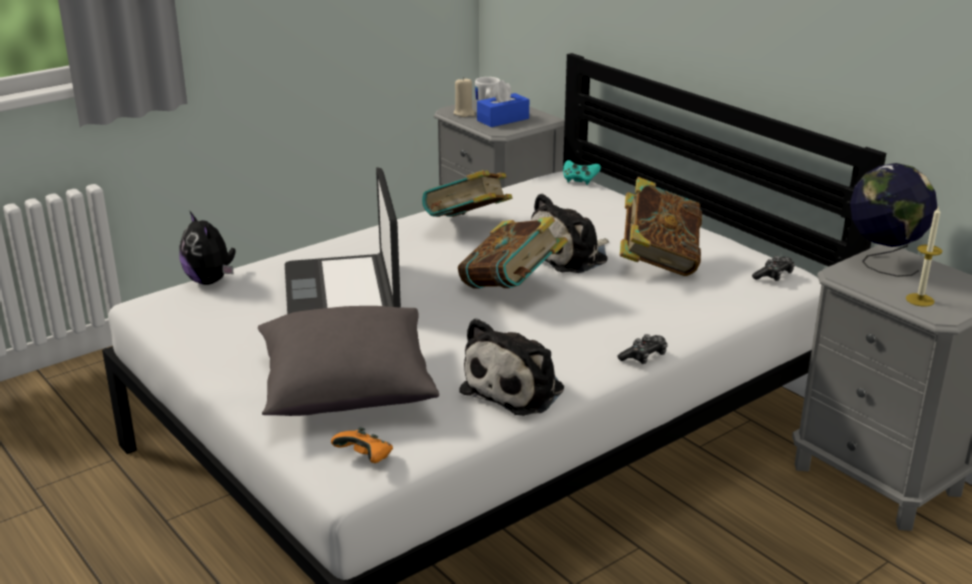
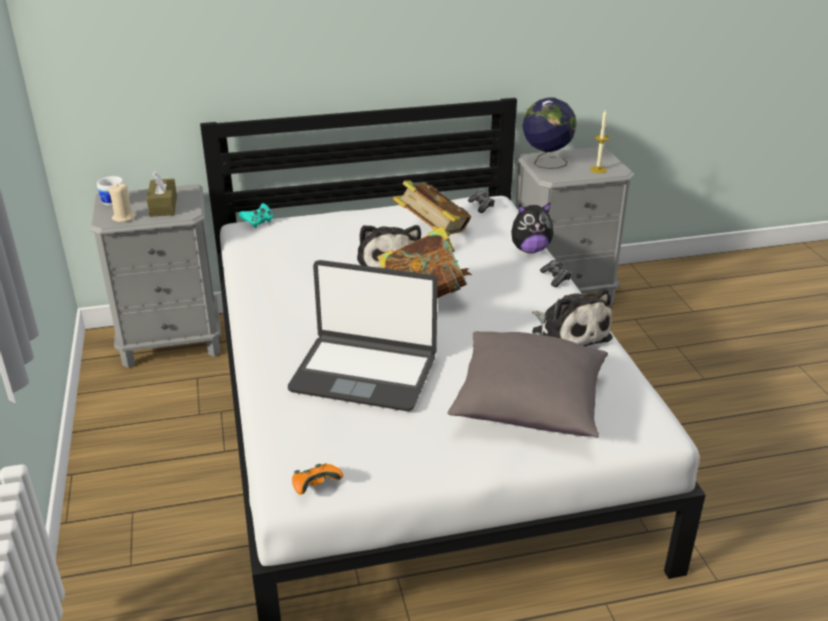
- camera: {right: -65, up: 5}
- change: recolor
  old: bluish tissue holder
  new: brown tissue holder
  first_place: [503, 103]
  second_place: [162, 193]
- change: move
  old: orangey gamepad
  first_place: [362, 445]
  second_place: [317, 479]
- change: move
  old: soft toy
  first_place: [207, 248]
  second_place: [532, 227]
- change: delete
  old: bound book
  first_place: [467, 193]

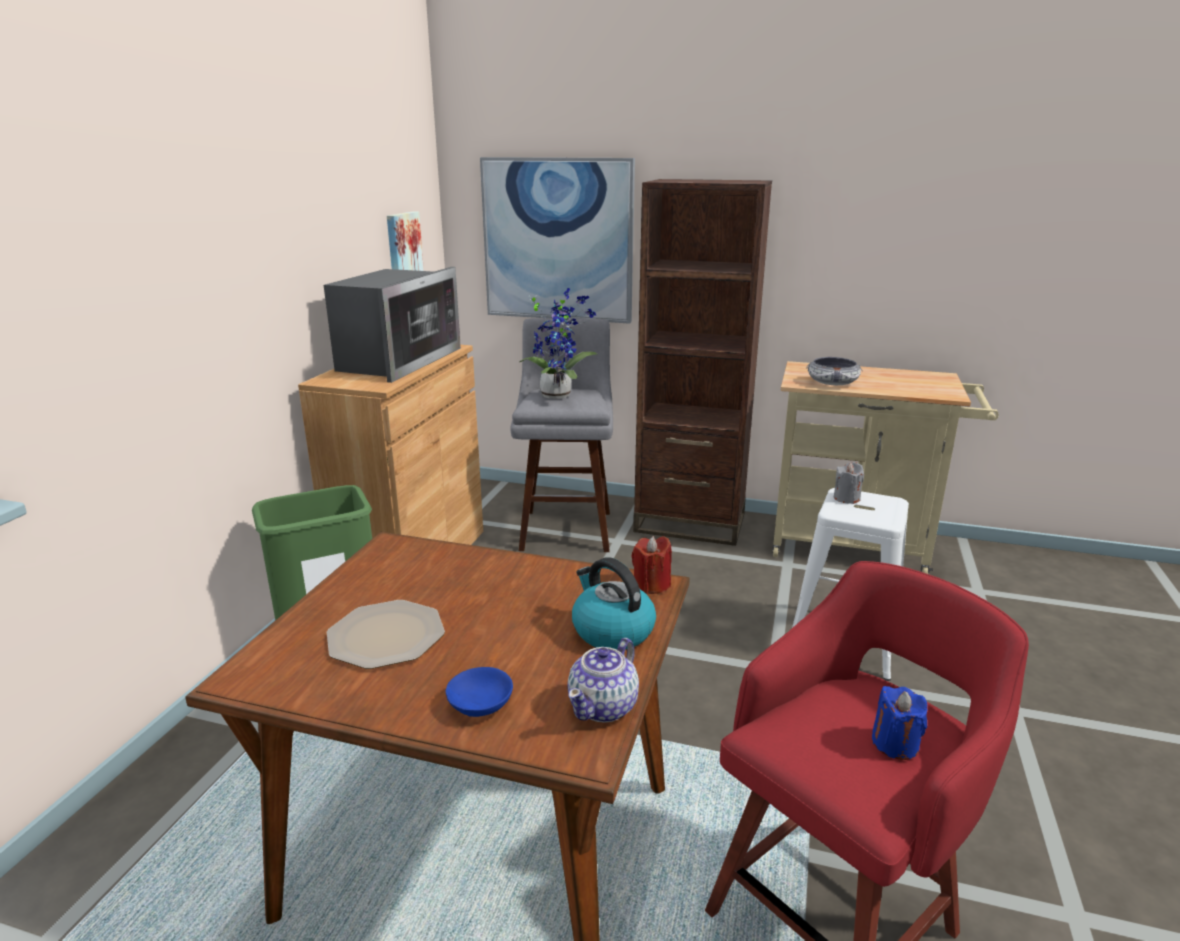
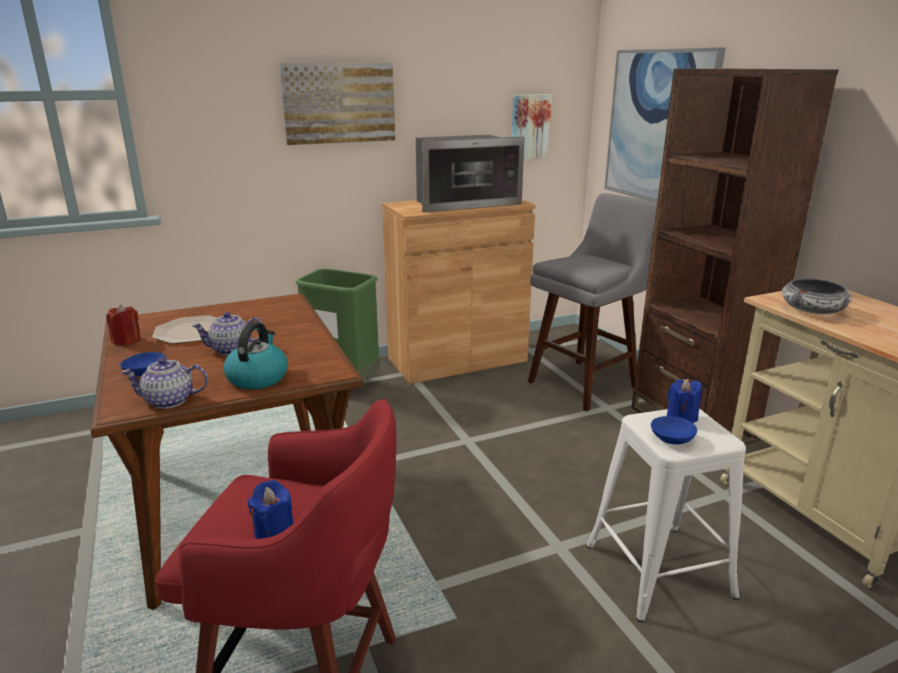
- camera: {right: 50, up: 0}
- change: move
  old: red wax candle
  first_place: [651, 565]
  second_place: [123, 324]
- change: insert
  new: teapot
  second_place: [227, 333]
- change: insert
  new: wall picture
  second_place: [337, 104]
- change: insert
  new: bluish serving bowl
  second_place: [674, 430]
- change: recolor
  old: grey wax candle
  new: bluish wax candle
  first_place: [849, 483]
  second_place: [684, 401]
- change: delete
  old: potted plant
  first_place: [558, 343]

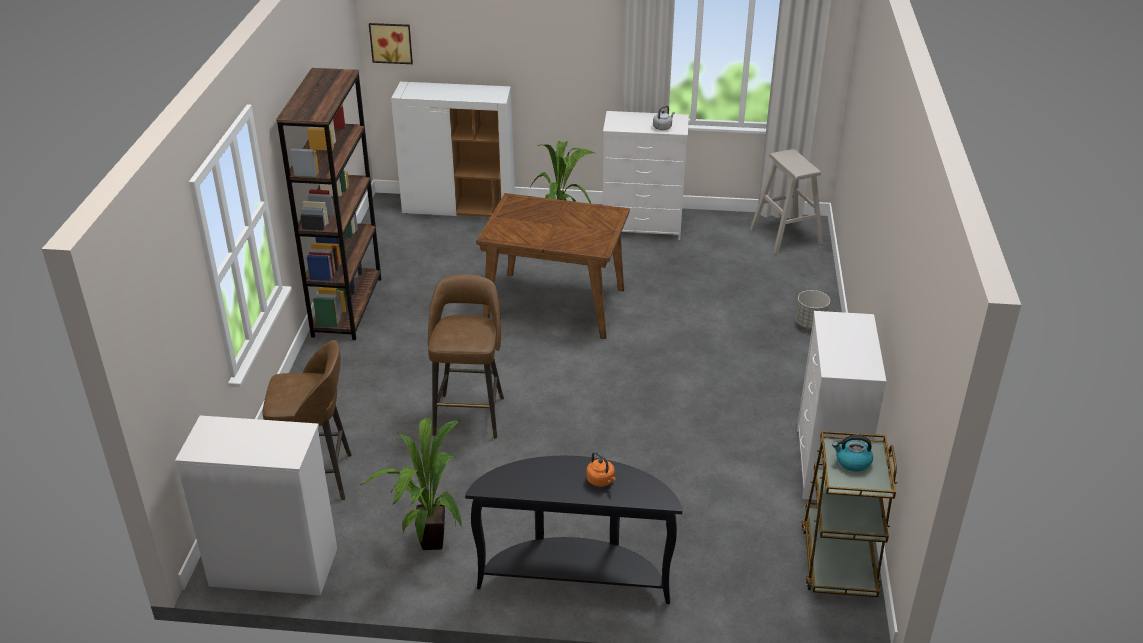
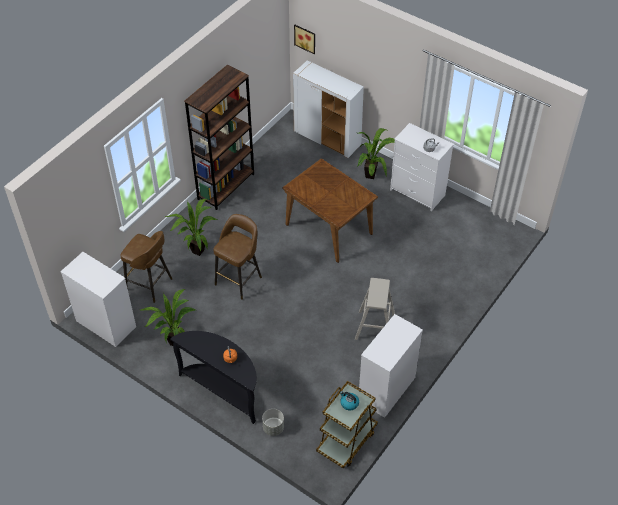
- camera: {right: 30, up: 15}
- change: insert
  new: potted plant
  second_place: [191, 227]
- change: move
  old: grey planter
  first_place: [812, 309]
  second_place: [273, 422]
- change: move
  old: beige stool seat
  first_place: [786, 202]
  second_place: [375, 309]

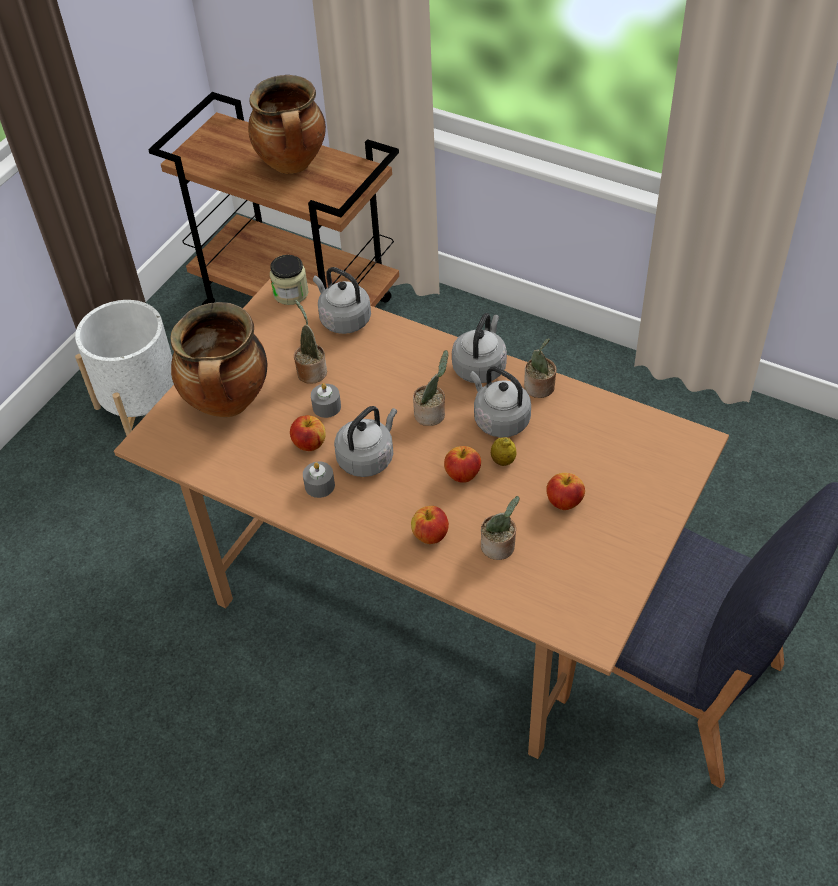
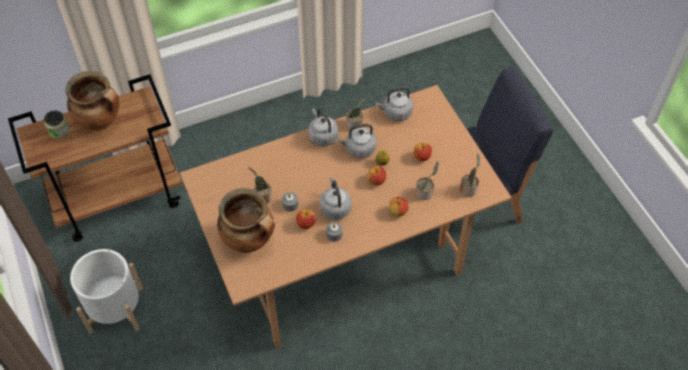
- camera: {right: -55, up: 5}
- change: move
  old: preserve jar
  first_place: [289, 280]
  second_place: [56, 125]
- change: move
  old: grey water kettle
  first_place: [342, 300]
  second_place: [394, 104]
- change: move
  old: potted plant
  first_place: [430, 388]
  second_place: [470, 175]

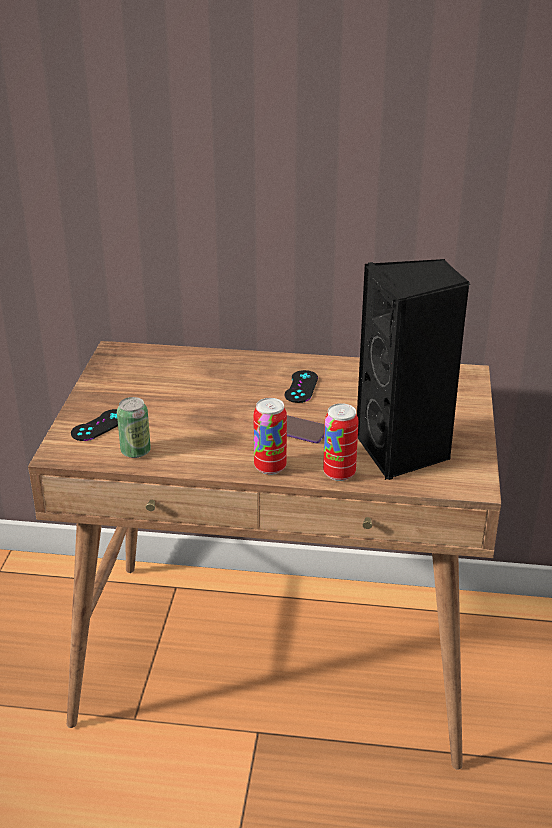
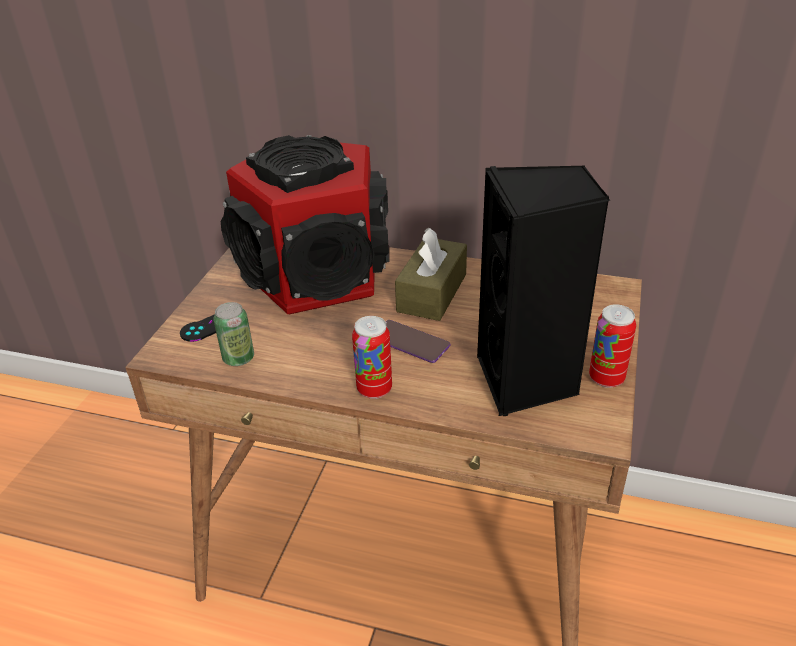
- camera: {right: 10, up: 5}
- change: insert
  new: audio speaker
  second_place: [305, 224]
- change: replace
  old: black-coloured gamepad
  new: brown tissue holder
  first_place: [301, 386]
  second_place: [431, 274]
- change: move
  old: sealed can
  first_place: [341, 442]
  second_place: [612, 346]

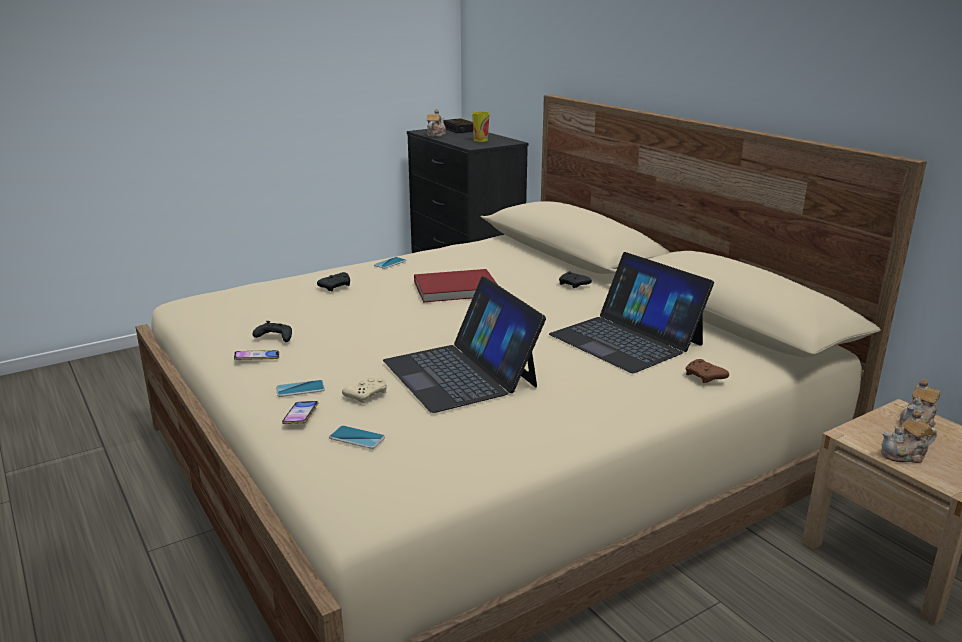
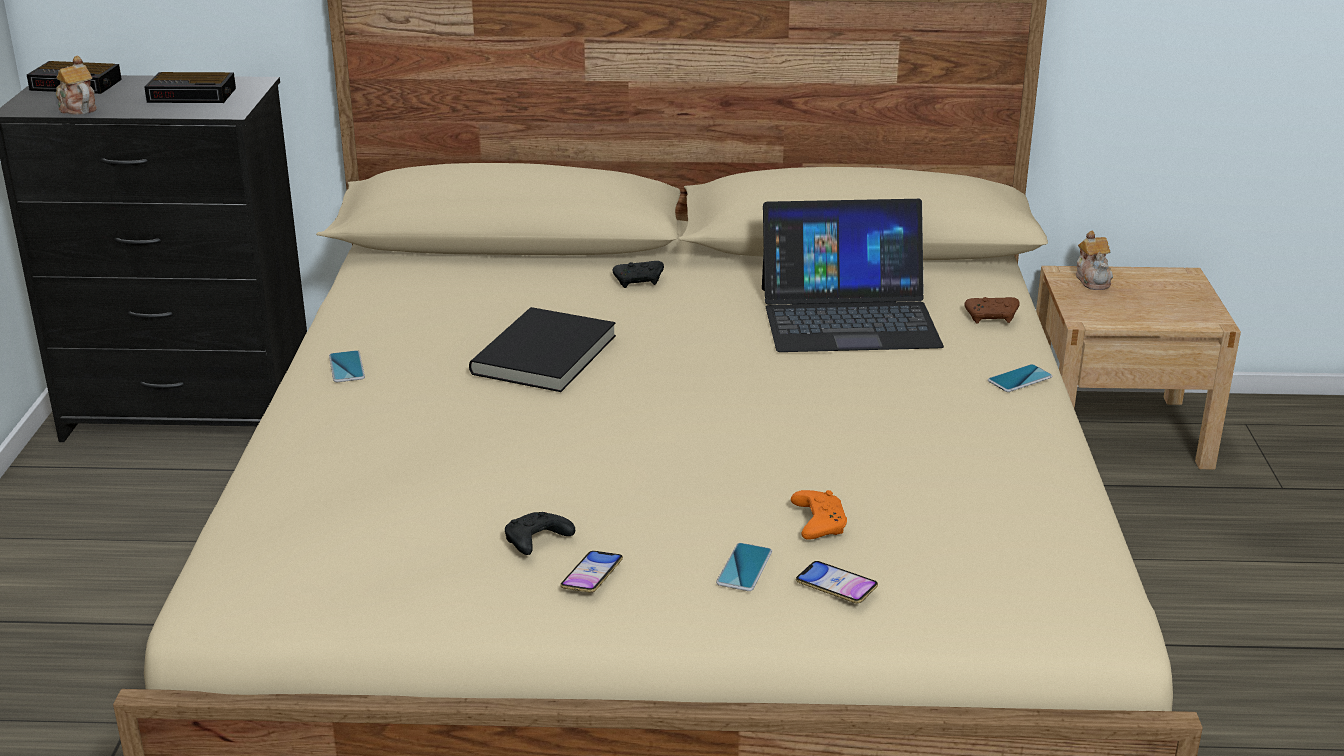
- camera: {right: -55, up: 5}
- change: replace
  old: cup
  new: bedside clock
  first_place: [481, 127]
  second_place: [190, 87]
- change: recolor
  old: red bound book
  new: black-coloured bound book
  first_place: [456, 285]
  second_place: [542, 349]
- change: recolor
  old: beige gamepad
  new: orangey gamepad
  first_place: [364, 389]
  second_place: [819, 515]
- change: move
  old: handset
  first_place: [357, 437]
  second_place: [1020, 378]
- change: delete
  old: black-coloured gamepad
  first_place: [333, 281]
- change: delete
  old: laptop
  first_place: [464, 344]
- change: delete
  old: teapot
  first_place: [909, 436]

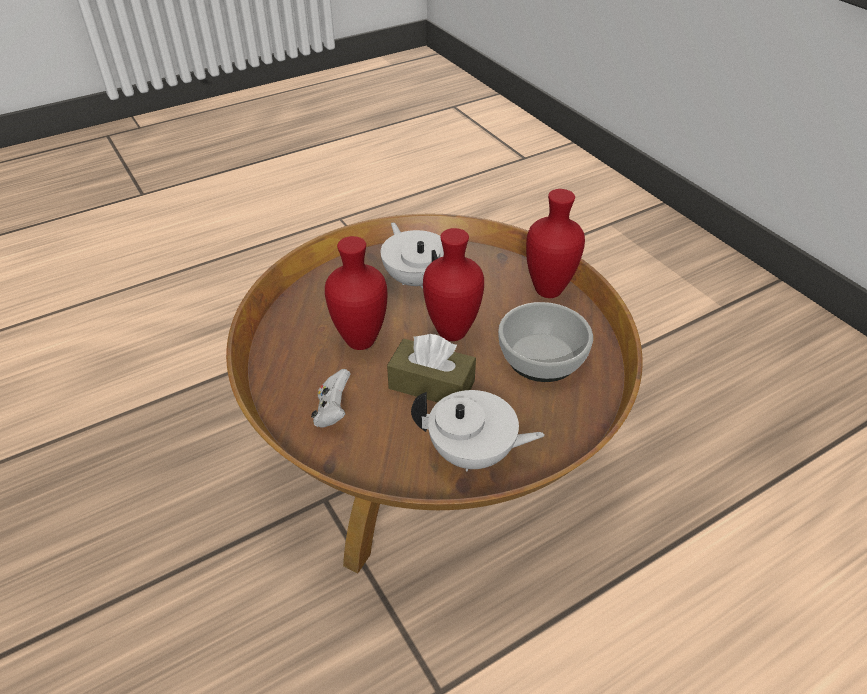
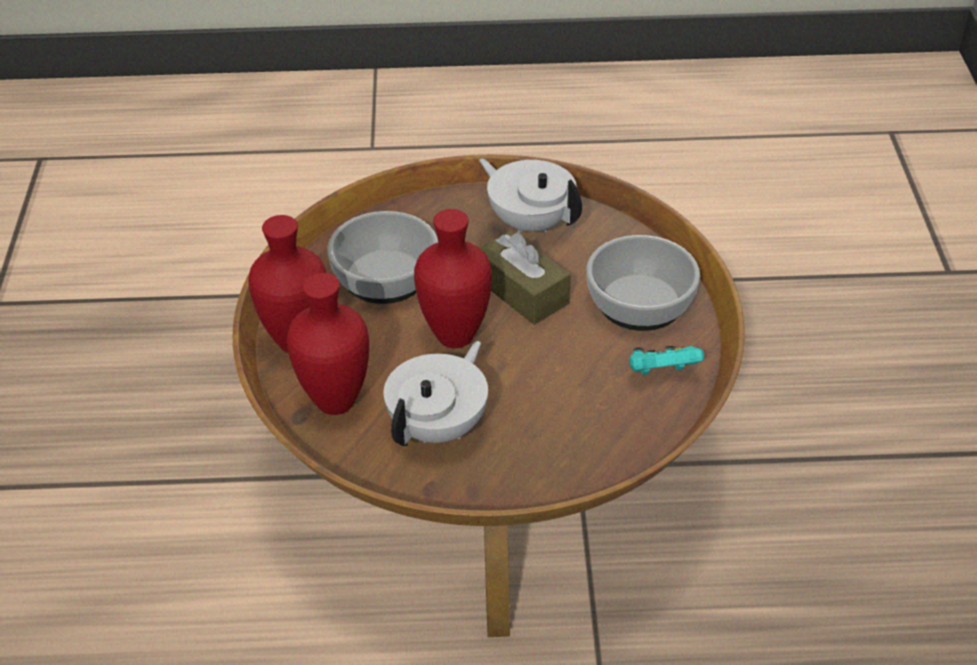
- camera: {right: -150, up: 0}
- change: move
  old: red flower vase
  first_place: [356, 293]
  second_place: [328, 344]
- change: rotate
  old: whitish teapot
  first_place: [412, 256]
  second_place: [435, 393]
  degrees: -150
- change: replace
  old: whitish gamepad
  new: serving bowl
  first_place: [330, 398]
  second_place: [643, 283]
- change: insert
  new: blue-green gamepad
  second_place: [666, 360]

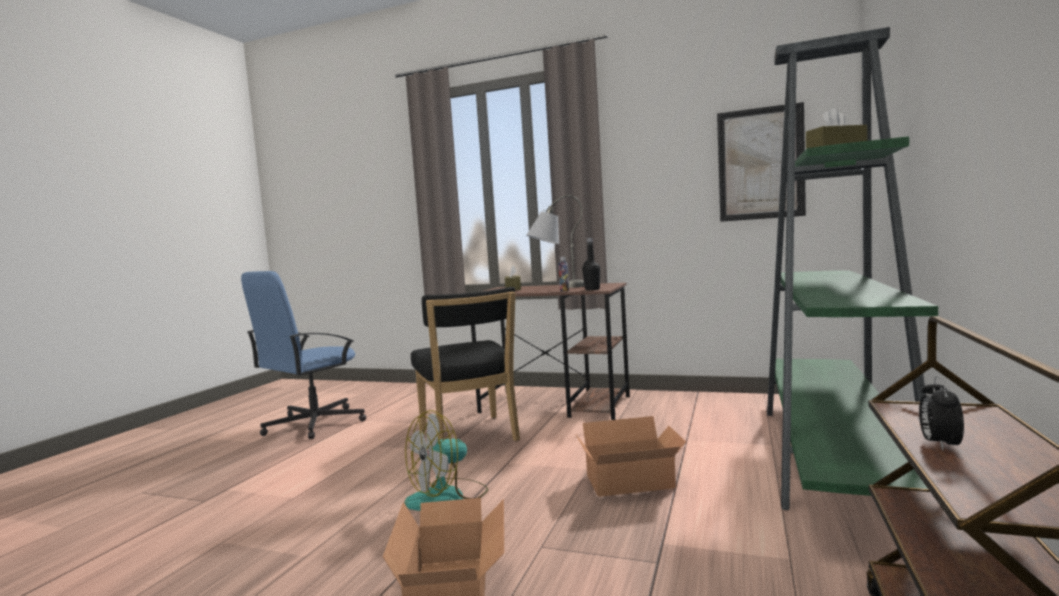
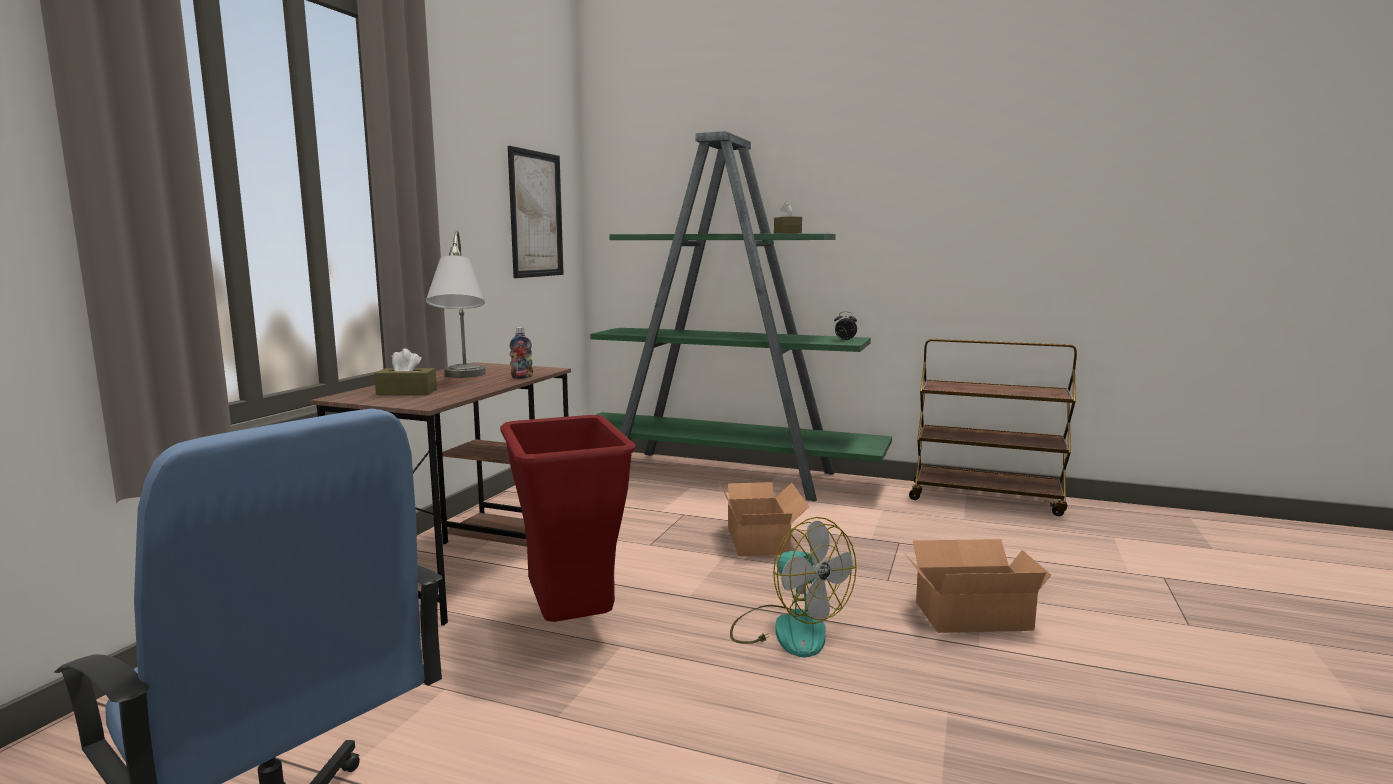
- camera: {right: -90, up: 5}
- change: replace
  old: black-coloured plain chair
  new: red rubbish bin
  first_place: [465, 364]
  second_place: [568, 518]
- change: move
  old: bedside clock
  first_place: [941, 413]
  second_place: [845, 326]
- change: delete
  old: black-coloured beverage bottle
  first_place: [591, 264]

